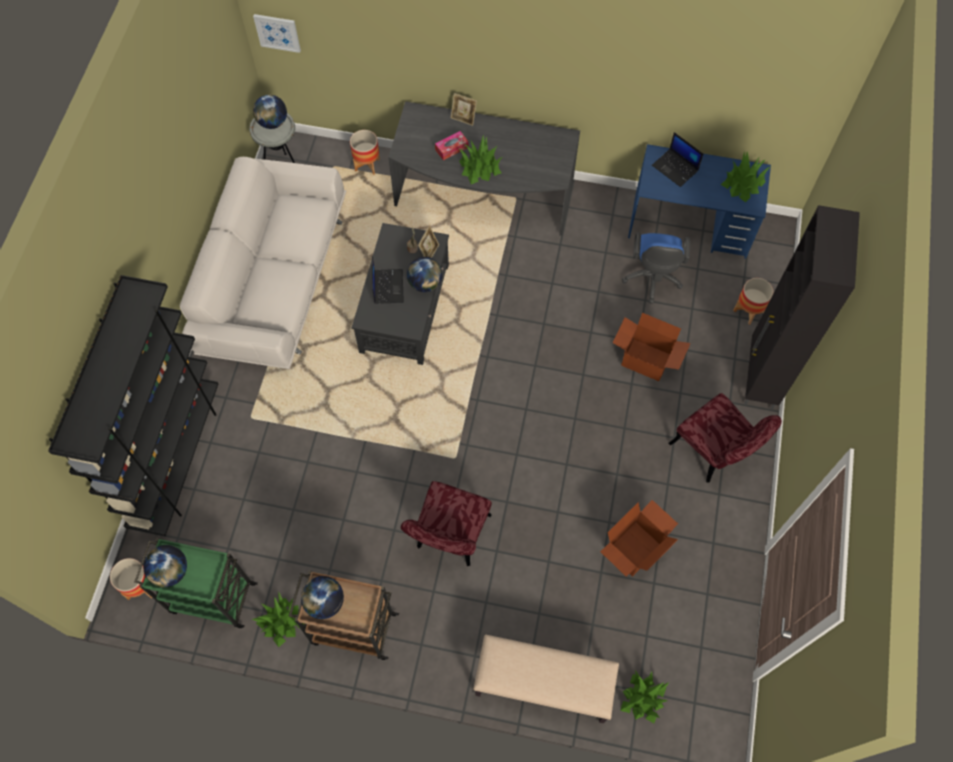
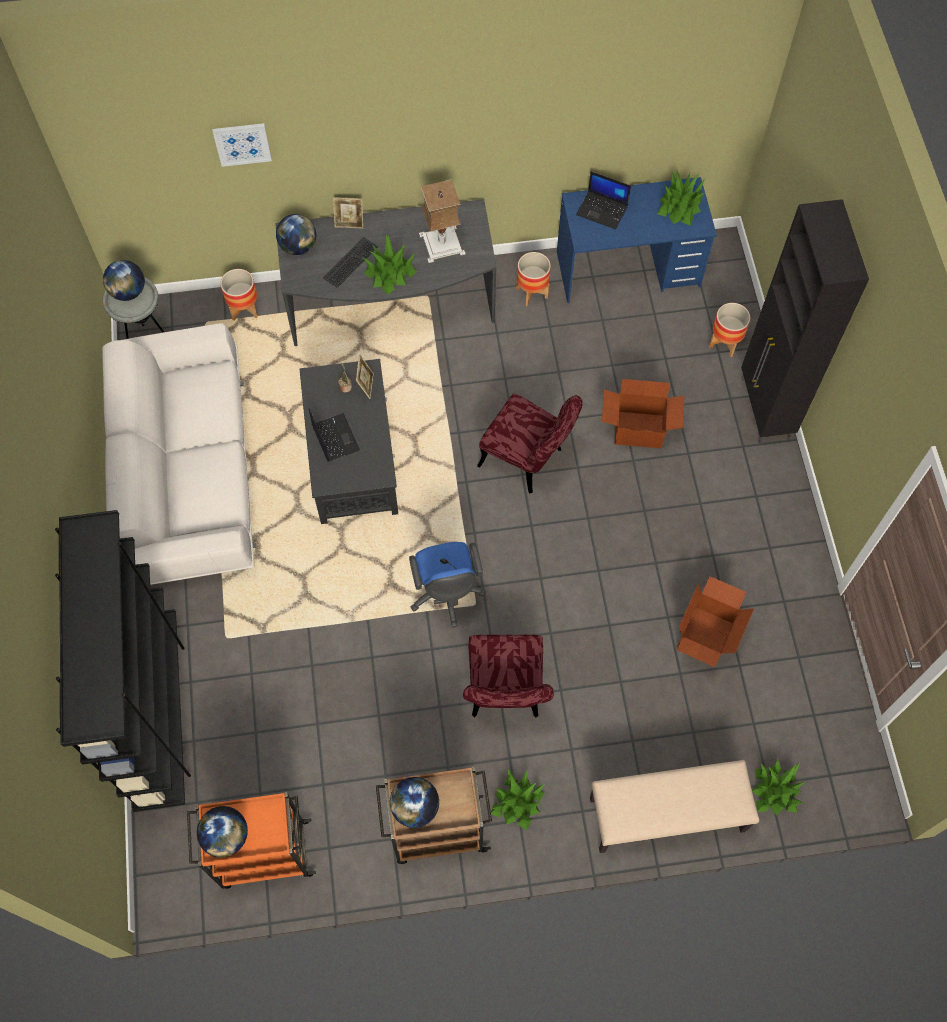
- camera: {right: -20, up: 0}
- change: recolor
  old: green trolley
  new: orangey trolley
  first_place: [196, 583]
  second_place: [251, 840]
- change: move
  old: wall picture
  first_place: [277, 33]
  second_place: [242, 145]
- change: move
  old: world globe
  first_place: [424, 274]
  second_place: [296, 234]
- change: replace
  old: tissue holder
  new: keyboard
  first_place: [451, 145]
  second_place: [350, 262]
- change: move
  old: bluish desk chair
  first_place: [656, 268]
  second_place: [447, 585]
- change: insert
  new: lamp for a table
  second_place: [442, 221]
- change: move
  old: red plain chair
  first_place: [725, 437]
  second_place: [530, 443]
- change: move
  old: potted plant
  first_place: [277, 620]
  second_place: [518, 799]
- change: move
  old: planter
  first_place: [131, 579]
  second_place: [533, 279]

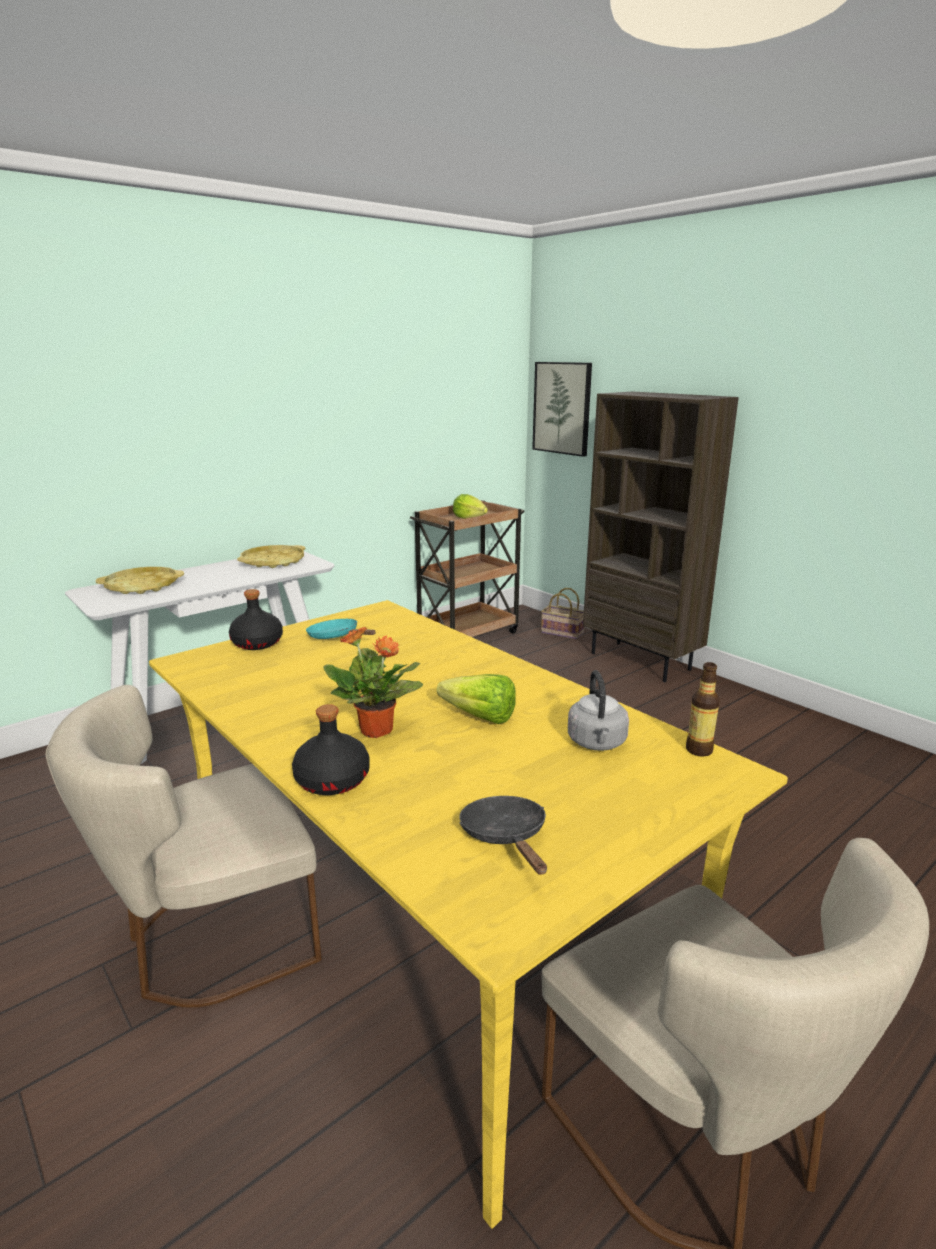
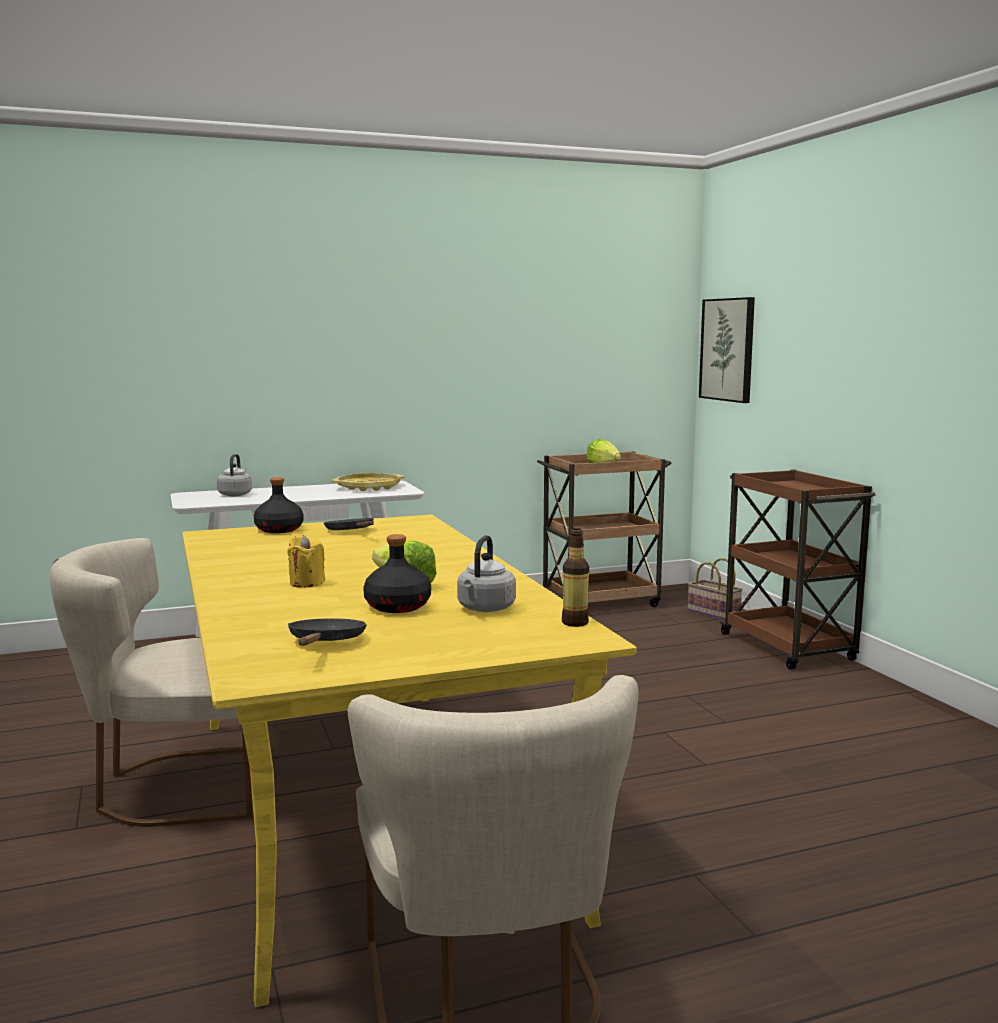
- camera: {right: 20, up: -10}
- change: replace
  old: yellowish carrying tray
  new: grey water kettle
  first_place: [140, 580]
  second_place: [234, 475]
- change: replace
  old: potted plant
  new: yellowish wax candle
  first_place: [373, 682]
  second_place: [306, 561]
- change: recolor
  old: blue-green frying pan
  new: black-coloured frying pan
  first_place: [341, 629]
  second_place: [349, 524]
- change: move
  old: black-coloured beverage bottle
  first_place: [331, 749]
  second_place: [397, 573]
- change: replace
  old: brown bookcase
  new: brown trolley
  first_place: [661, 537]
  second_place: [797, 569]

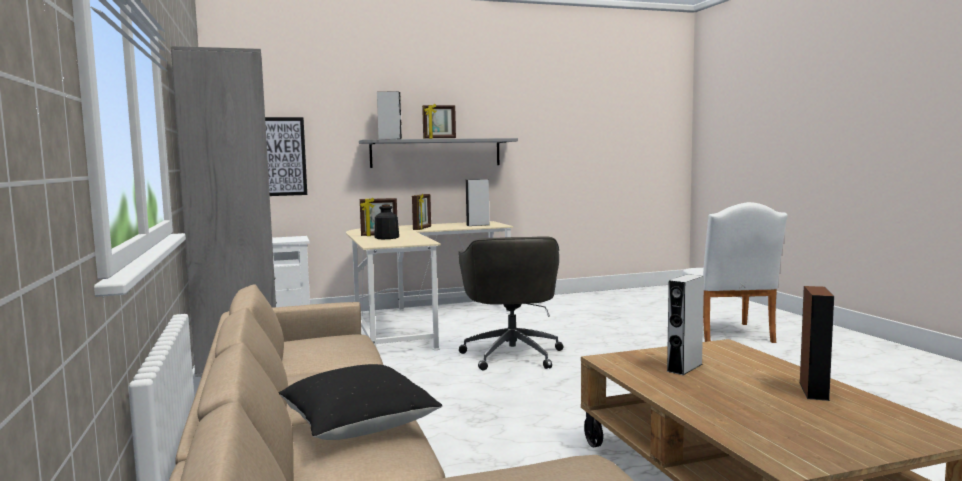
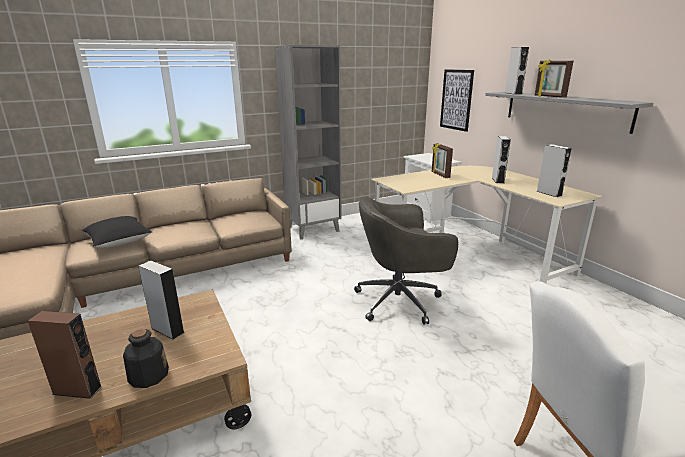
- camera: {right: 80, up: 15}
- change: move
  old: beverage bottle
  first_place: [387, 222]
  second_place: [146, 358]
- change: replace
  old: photo frame
  new: grey audio speaker
  first_place: [421, 212]
  second_place: [501, 160]

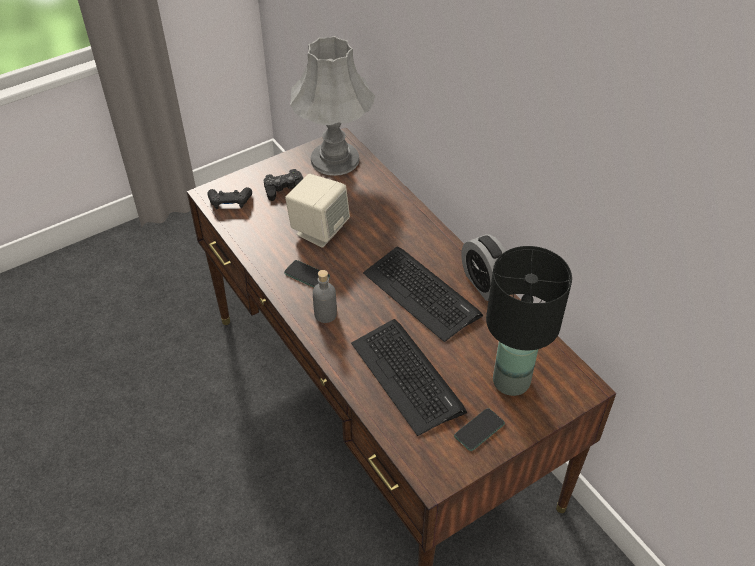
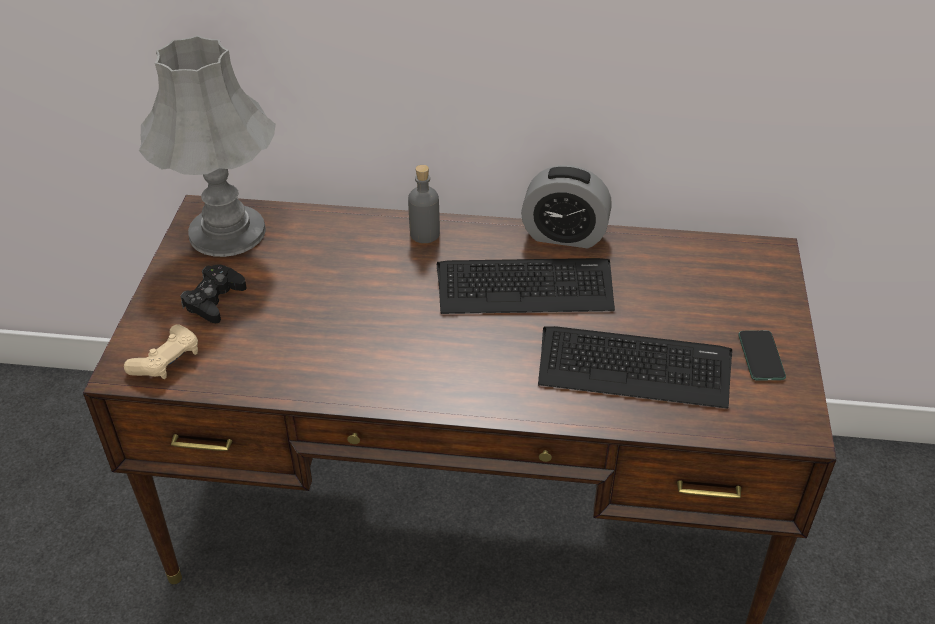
- camera: {right: -50, up: -5}
- change: recolor
  old: black-coloured gamepad
  new: beige gamepad
  first_place: [229, 198]
  second_place: [161, 351]
- change: move
  old: grey beverage bottle
  first_place: [325, 296]
  second_place: [424, 204]
- change: delete
  old: handset
  first_place: [307, 274]
- change: delete
  old: beige audio speaker
  first_place: [317, 211]
- change: delete
  old: black-coloured lamp for a table
  first_place: [529, 321]

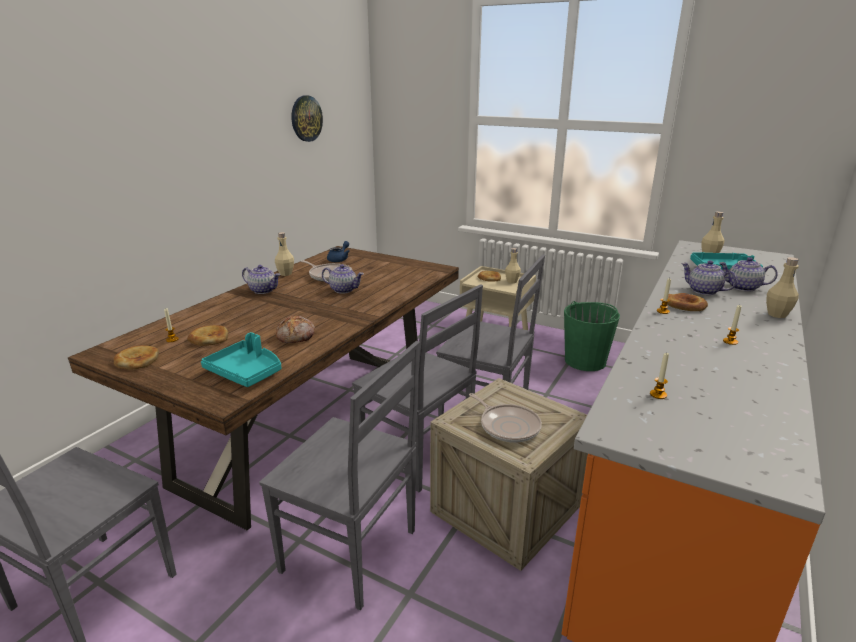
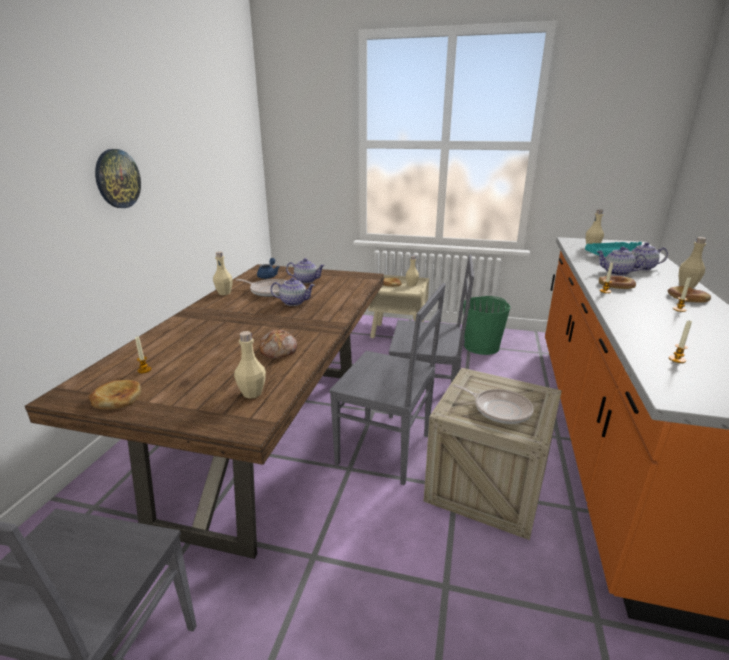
- camera: {right: -15, up: 0}
- change: move
  old: clock on the wall
  first_place: [307, 118]
  second_place: [118, 178]
- change: replace
  old: blue-green carrying tray
  new: beige beverage bottle
  first_place: [241, 359]
  second_place: [250, 365]
- change: move
  old: teapot
  first_place: [261, 279]
  second_place: [305, 271]
- change: move
  old: baked bread
  first_place: [207, 335]
  second_place: [689, 294]
- change: delete
  old: grey plain chair
  first_place: [339, 475]

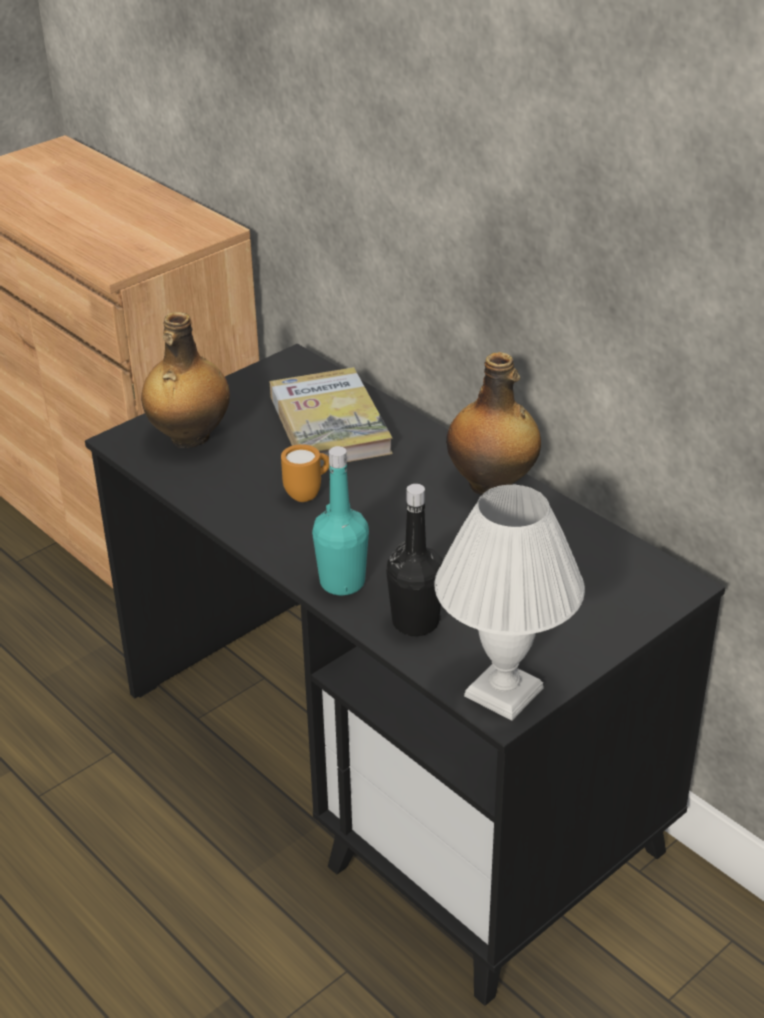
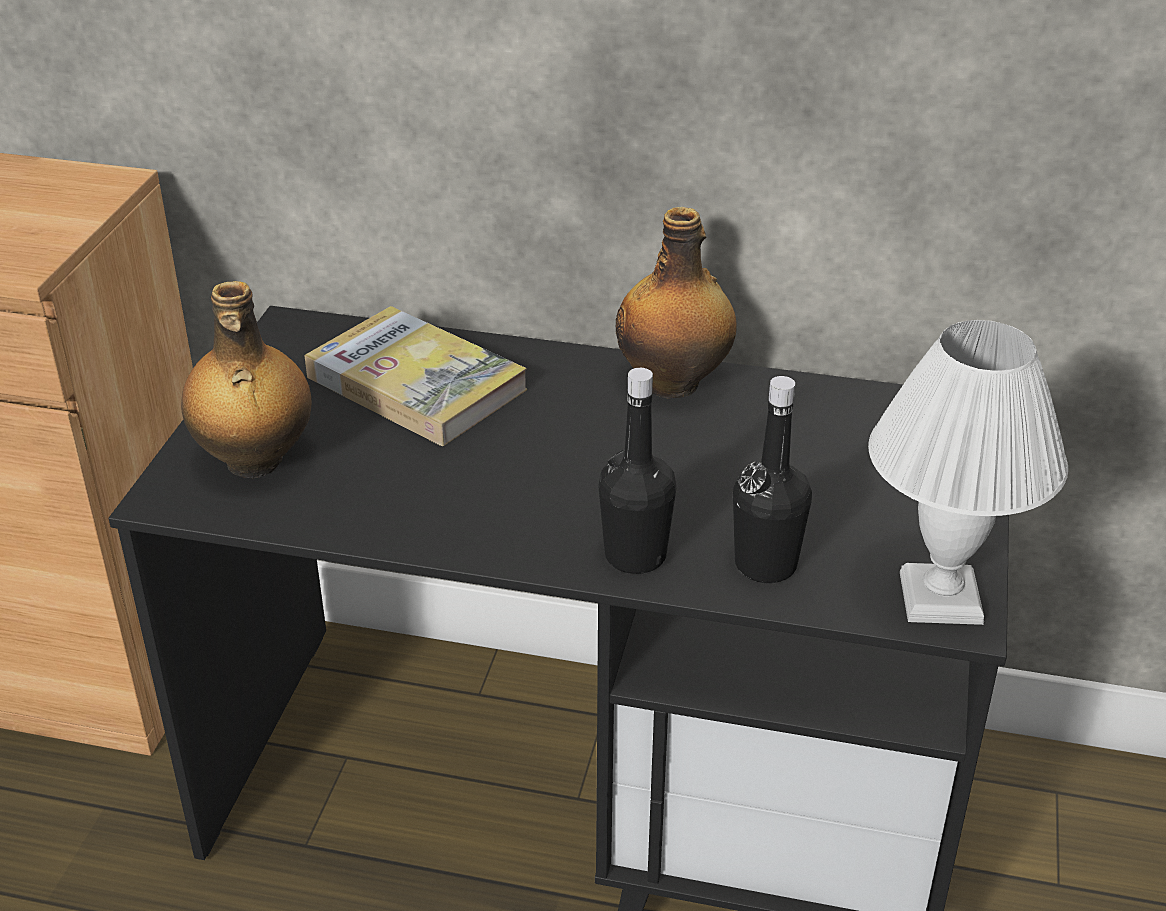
- camera: {right: -35, up: 0}
- change: recolor
  old: blue-green beverage bottle
  new: black-coloured beverage bottle
  first_place: [340, 520]
  second_place: [637, 471]
- change: delete
  old: orangey tea mug
  first_place: [305, 473]

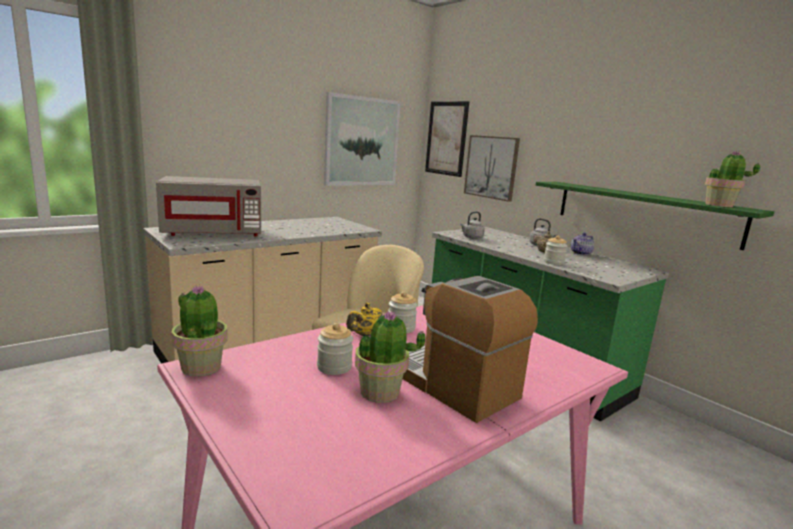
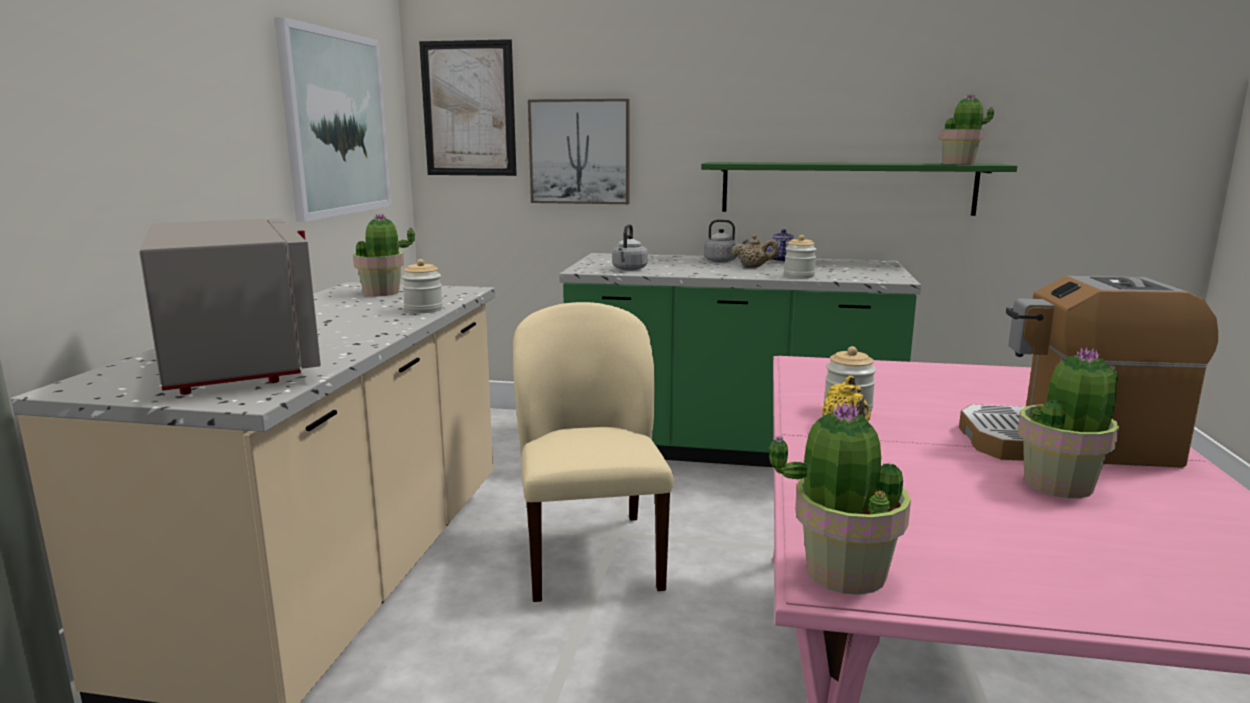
- camera: {right: -40, up: 0}
- change: rotate
  old: grey microwave
  first_place: [208, 206]
  second_place: [230, 306]
  degrees: -60
- change: insert
  new: potted plant
  second_place: [384, 254]
- change: move
  old: preserve jar
  first_place: [335, 349]
  second_place: [422, 286]

